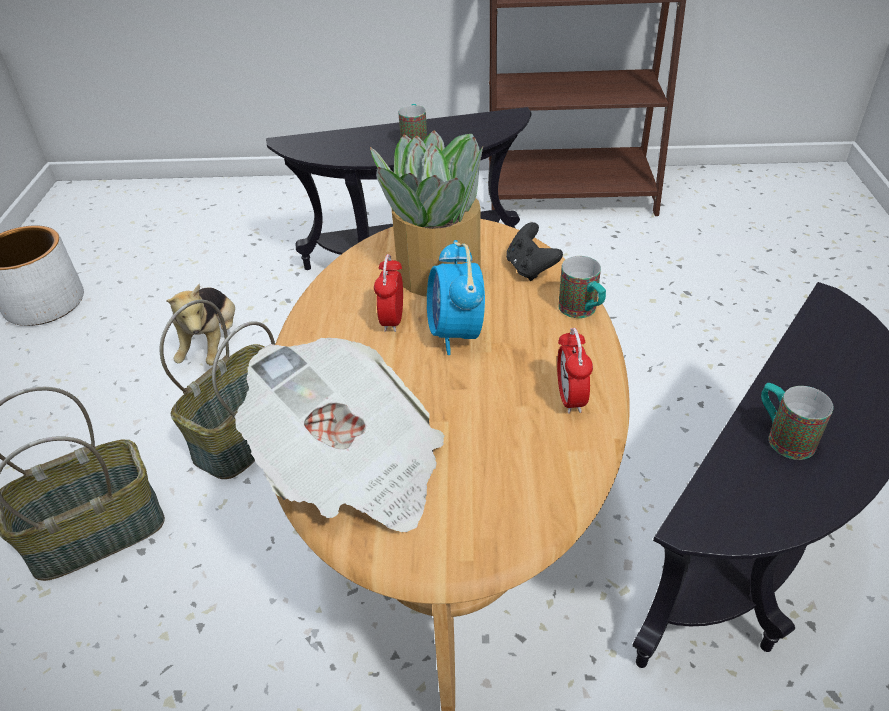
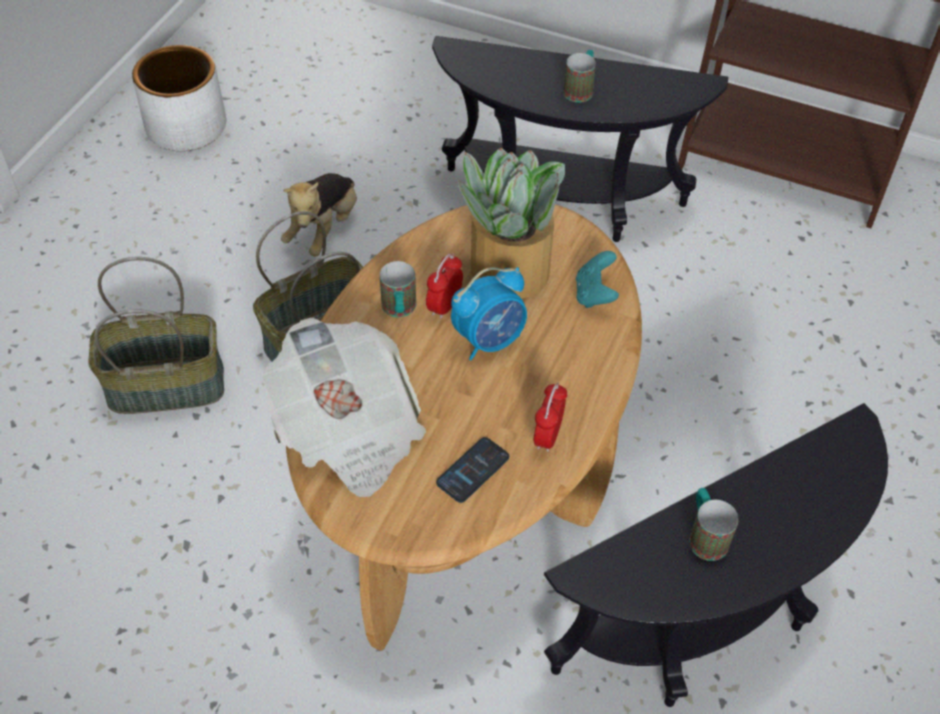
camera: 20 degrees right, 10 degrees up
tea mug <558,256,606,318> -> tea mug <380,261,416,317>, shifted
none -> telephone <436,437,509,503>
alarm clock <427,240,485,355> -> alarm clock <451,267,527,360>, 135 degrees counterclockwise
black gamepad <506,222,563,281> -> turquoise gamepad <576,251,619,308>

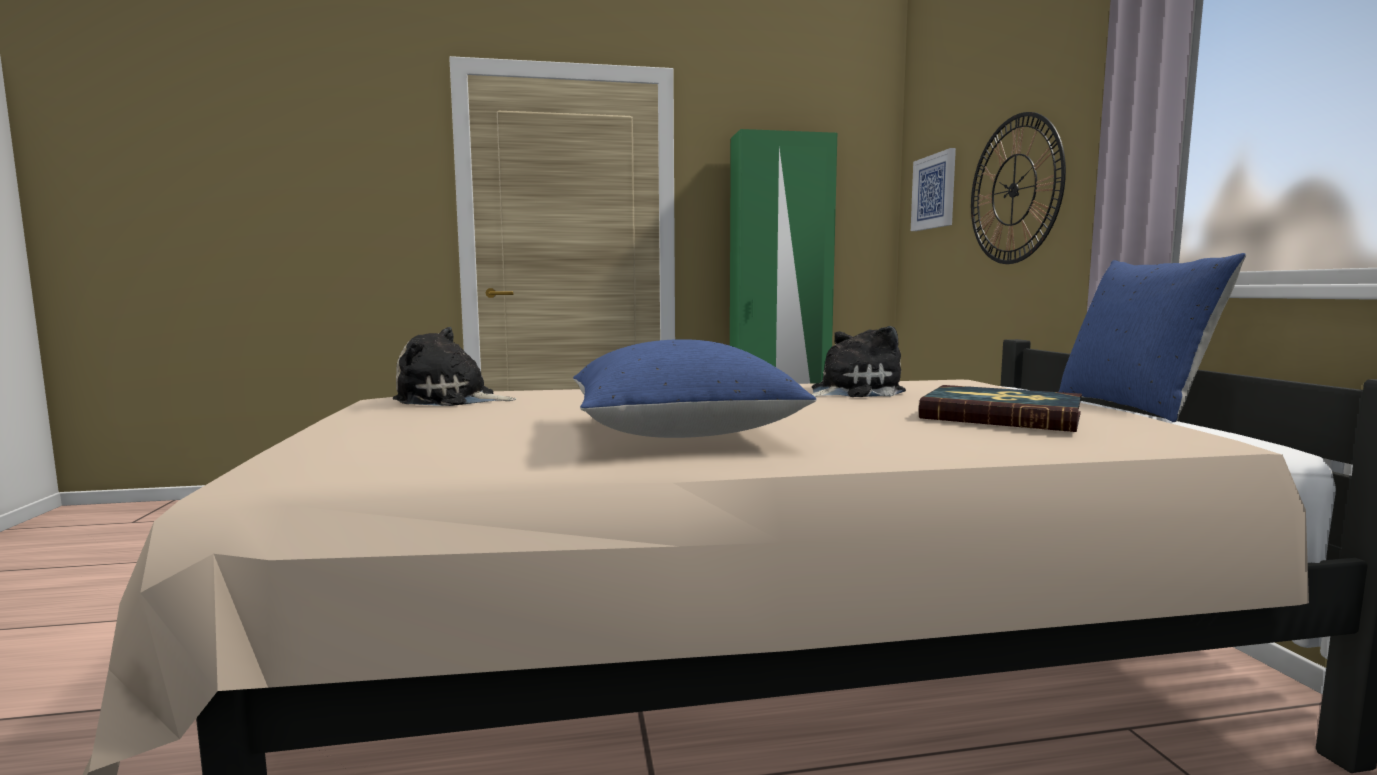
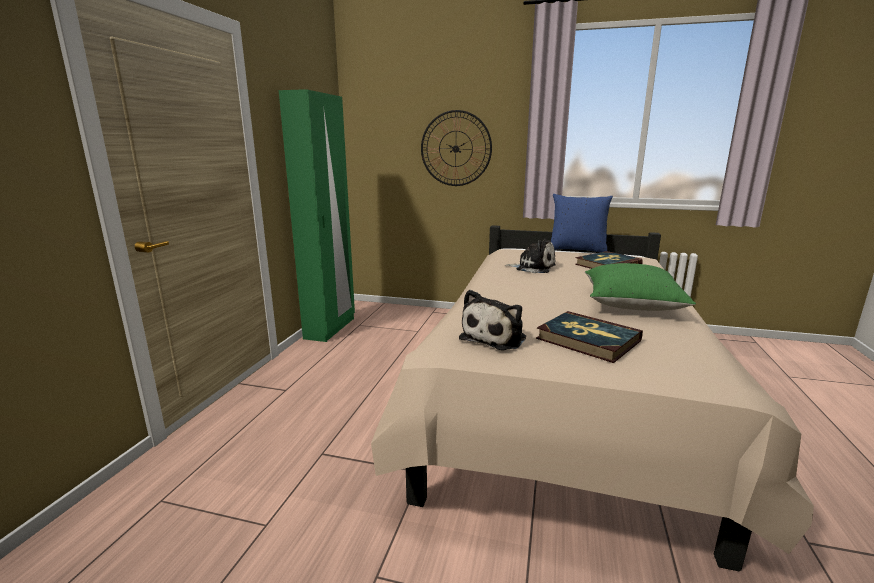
camera: 65 degrees left, 10 degrees up
cuddly toy <811,326,906,397> -> cuddly toy <504,238,556,273>, 120 degrees clockwise
none -> book <536,311,643,363>
bluish cushion <573,339,816,438> -> green-coloured cushion <585,263,696,311>
picture <911,148,956,231> -> none

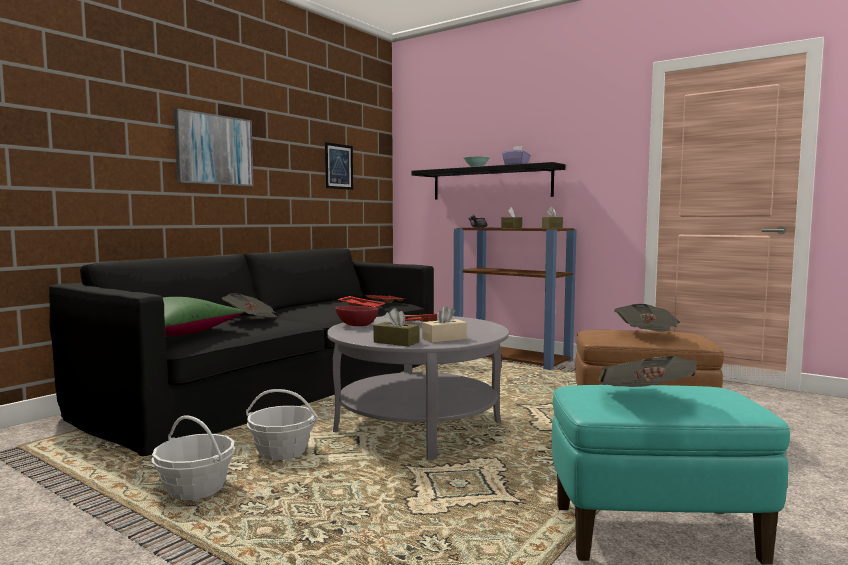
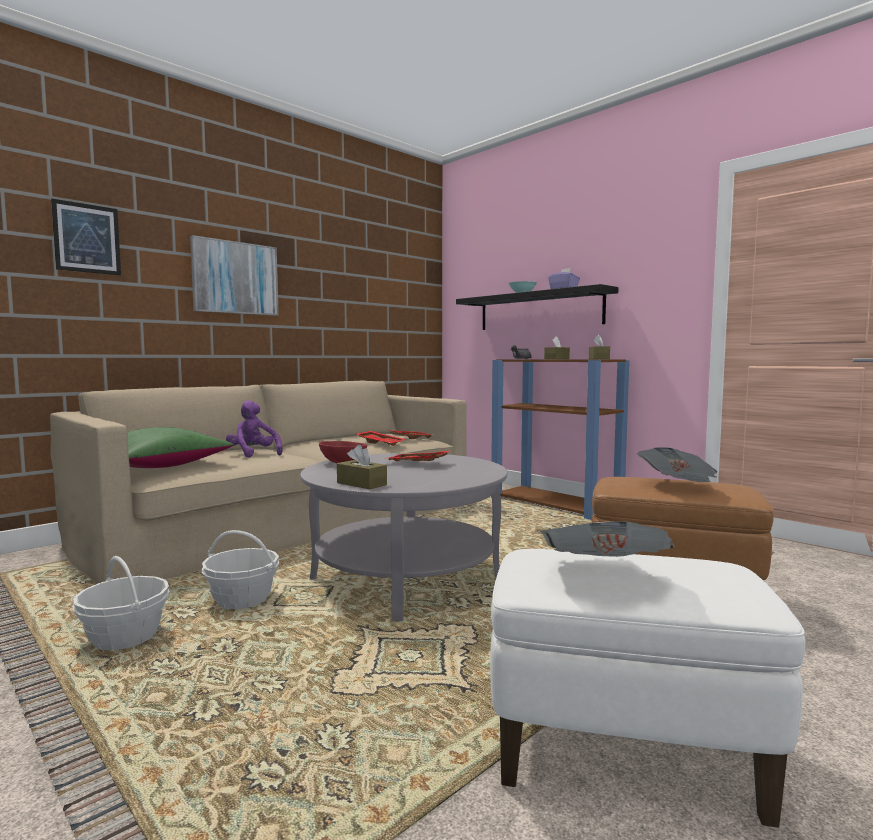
camera: 10 degrees right, 0 degrees up
black sofa <49,248,434,456> -> sand-coloured sofa <50,381,467,584>
picture <325,142,353,190> -> picture <51,199,121,275>, shifted
printed paper <222,293,277,317> -> purple cuddly toy <226,400,283,458>
turquoise pouffe <552,385,790,565> -> white pouffe <490,549,806,828>
sand-coloured box of tissues <422,306,467,343> -> none

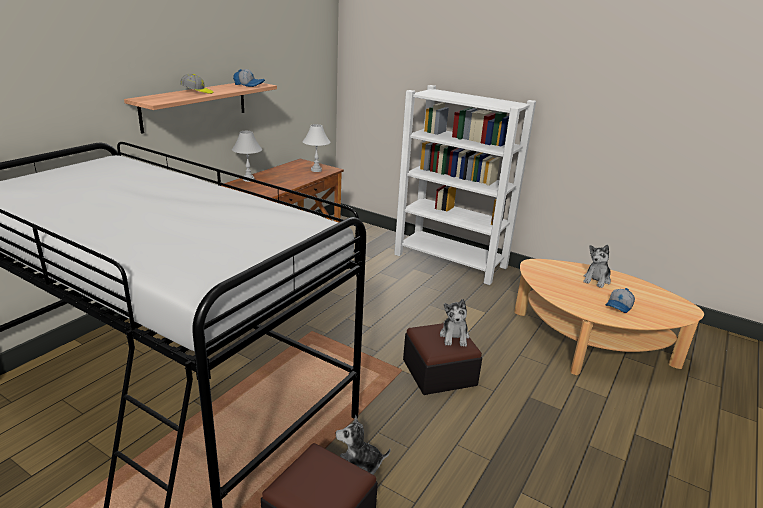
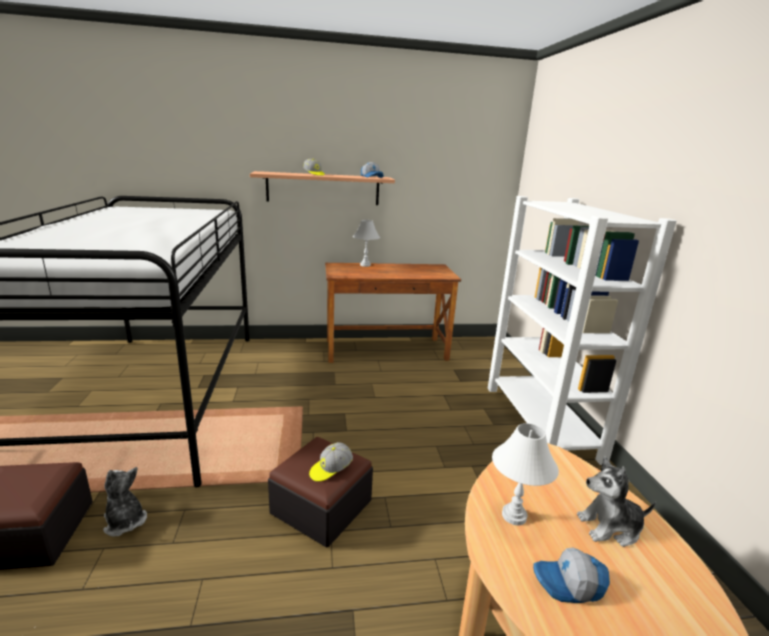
camera: 50 degrees right, 5 degrees down
cuddly toy <440,299,469,347> -> cap <309,442,353,482>
white tabletop lamp <303,124,330,172> -> white tabletop lamp <492,423,559,526>, shifted

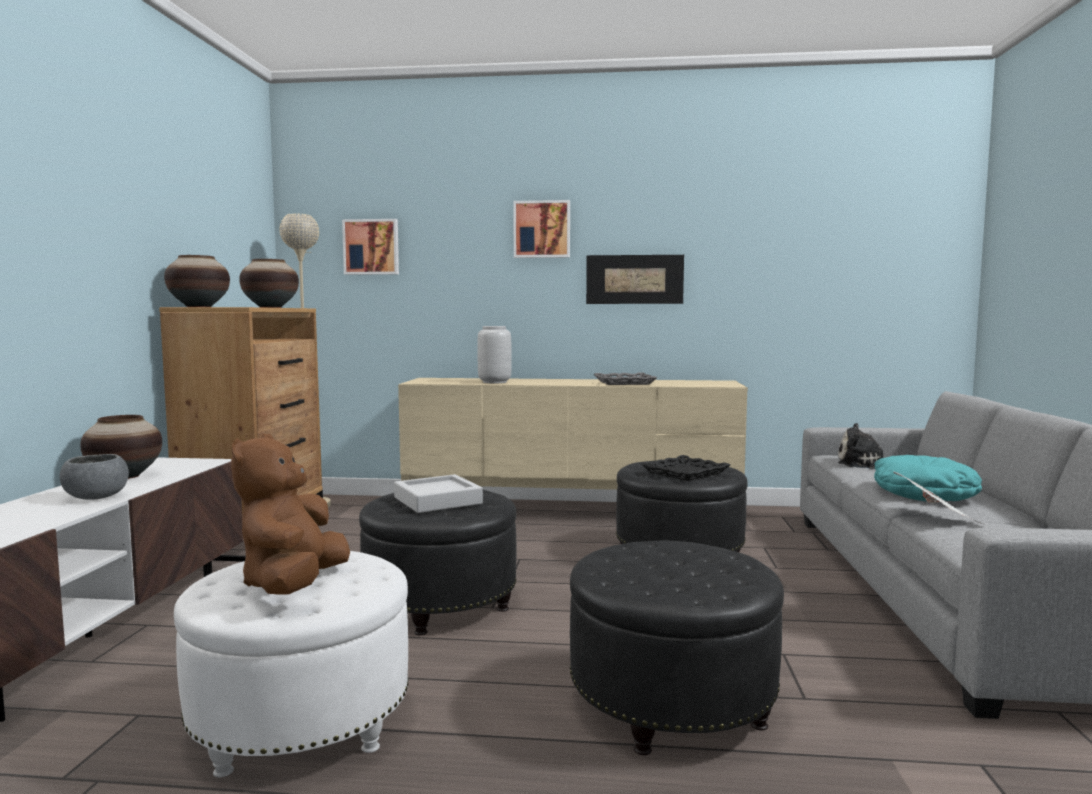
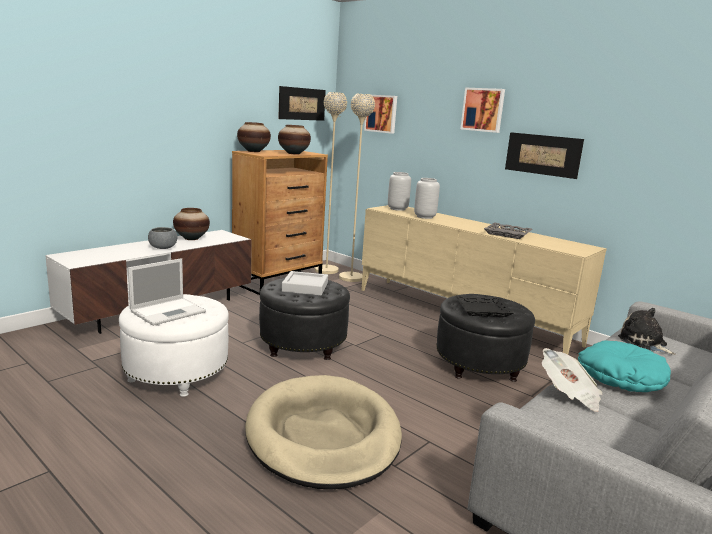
camera: 35 degrees right, 10 degrees up
brown cuddly toy <231,434,350,595> -> portable computer <128,258,206,326>
black pouffe <570,541,784,755> -> sand-coloured dog cushion <245,375,402,489>
none -> picture <278,86,326,121>
none -> sand-coloured standard lamp <339,94,375,282>
none -> grey vase <388,172,411,211>

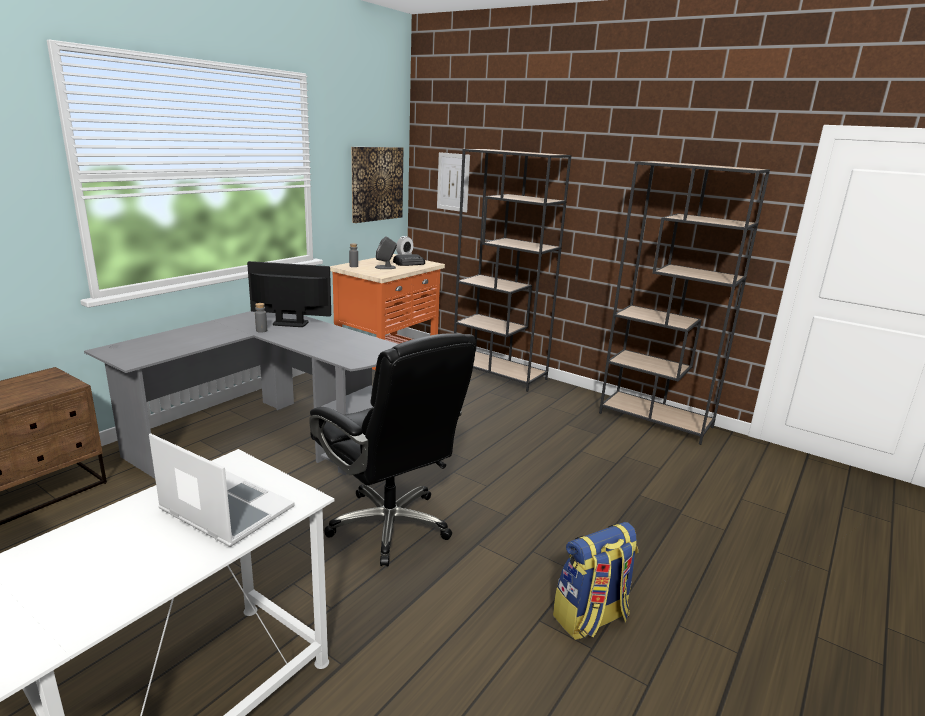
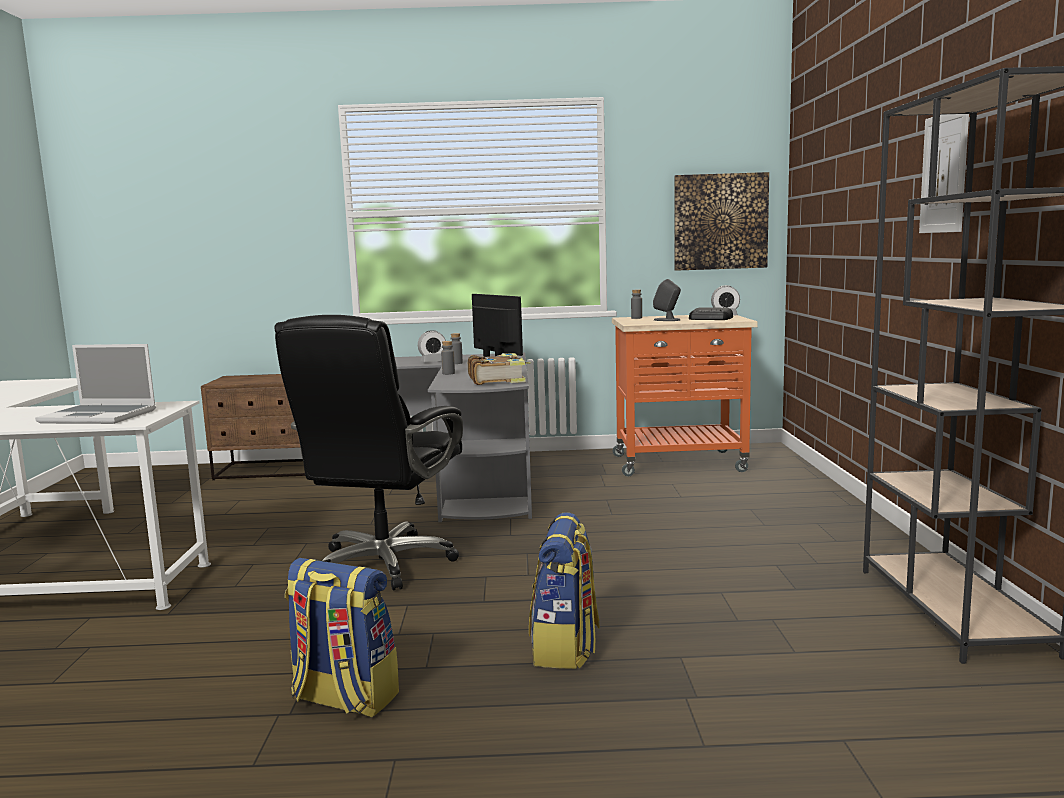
camera: 55 degrees right, 10 degrees down
portable computer <149,433,295,547> -> portable computer <35,344,156,424>, 105 degrees clockwise
none -> alarm clock <418,330,446,362>
none -> grey drink bottle <441,341,455,375>
none -> book <468,353,531,385>
none -> rucksack <529,512,600,669>
picture <437,152,470,213> -> picture <919,114,969,233>, shifted
shelving unit <454,149,571,392> -> none

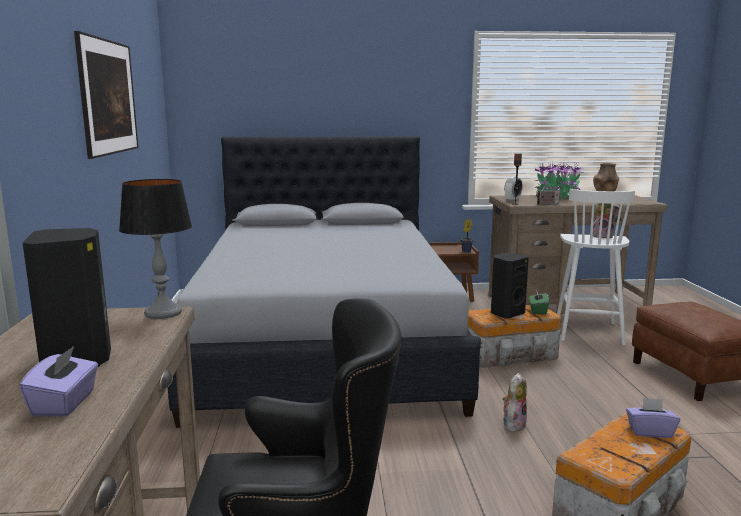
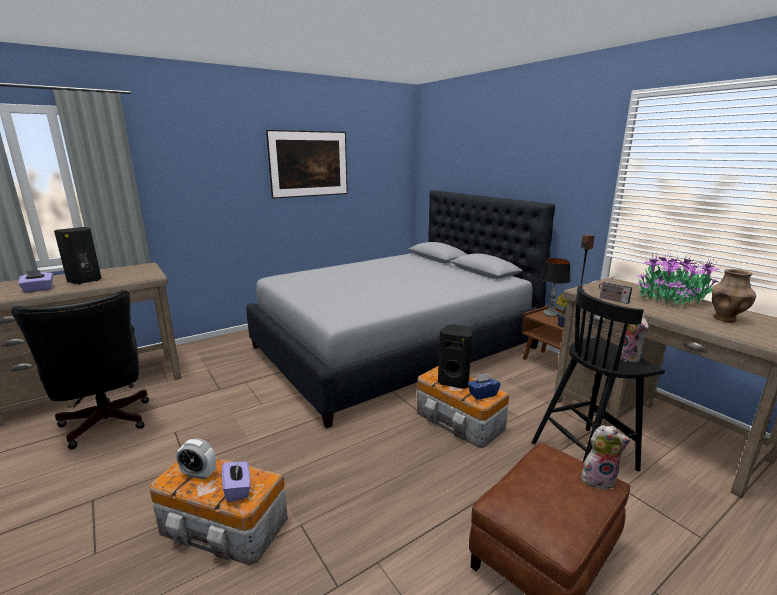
camera: 60 degrees right, 5 degrees up
alarm clock <504,176,523,202> -> alarm clock <176,438,216,479>, shifted
green-coloured box of tissues <529,288,549,315> -> bluish box of tissues <467,373,501,399>
white stool <557,189,635,345> -> black stool <531,286,665,471>
tabletop lamp <119,179,192,319> -> tabletop lamp <540,258,571,317>, shifted
cuddly toy <503,373,527,432> -> cuddly toy <581,425,630,490>, shifted

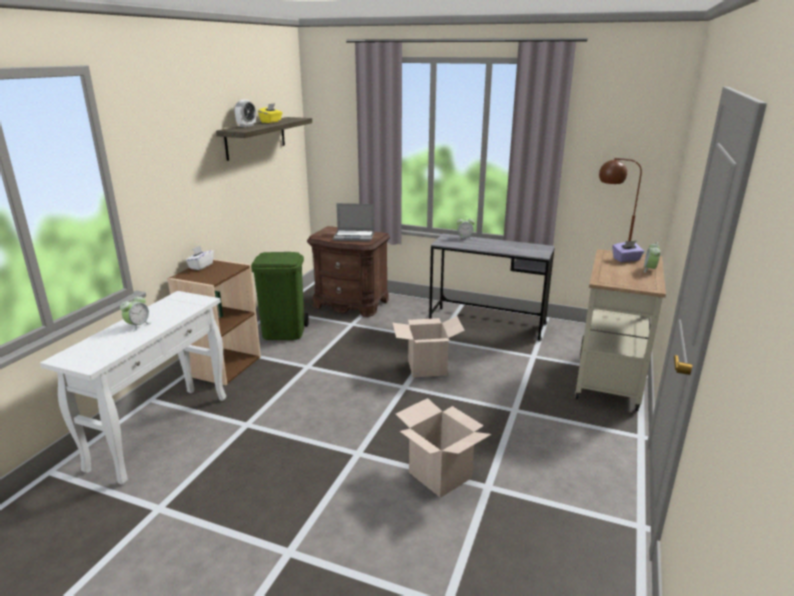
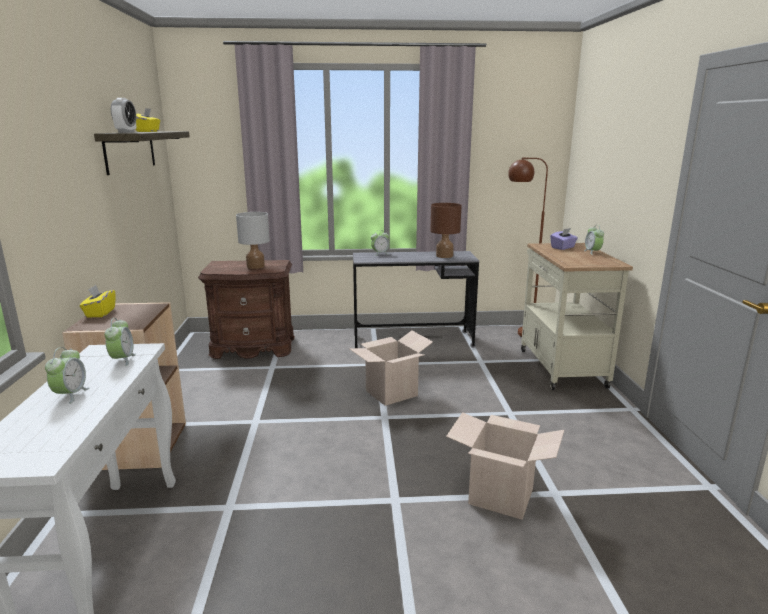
camera: 25 degrees left, 5 degrees down
white box of tissues <185,246,214,270> -> yellow box of tissues <80,285,115,318>
none -> alarm clock <104,318,136,366>
portable computer <333,203,374,242> -> grey tabletop lamp <236,212,270,269>
none -> brown tabletop lamp <430,203,461,258>
green-coloured trash can <251,252,309,340> -> none

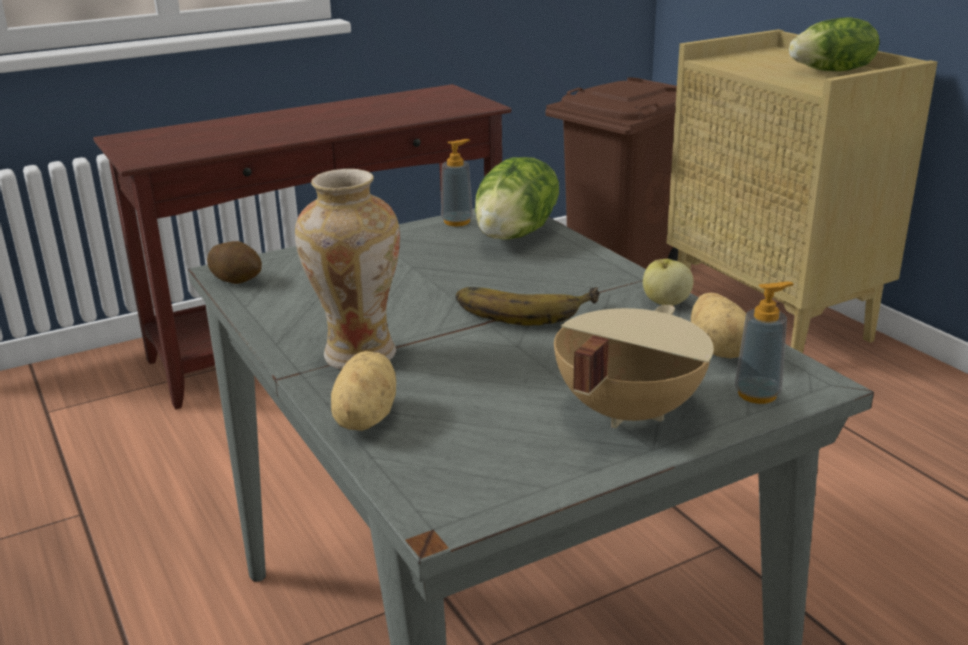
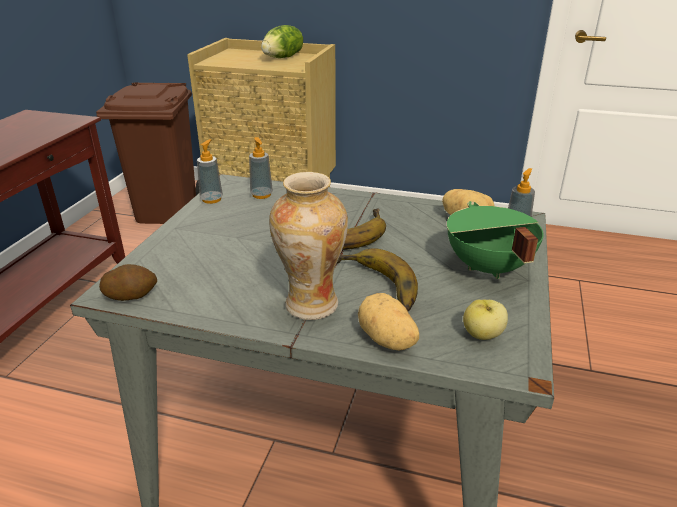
camera: 45 degrees left, 5 degrees up
lettuce head <475,157,559,240> -> liquid soap bottle <249,137,273,199>
none -> banana fruit <337,248,418,311>
sand-coloured cooking pot <554,305,714,428> -> green-coloured cooking pot <447,201,544,279>
whole apple <643,259,694,306> -> whole apple <463,300,508,340>, shifted

